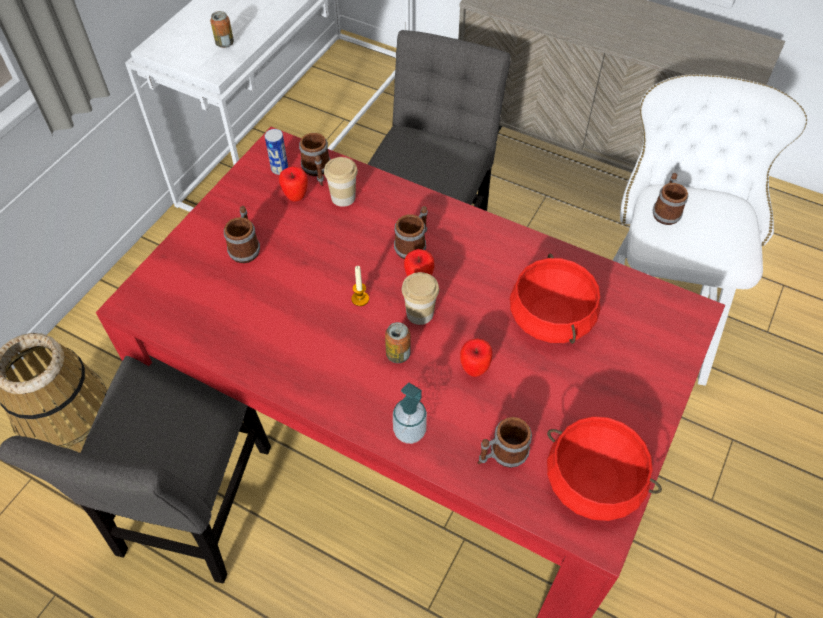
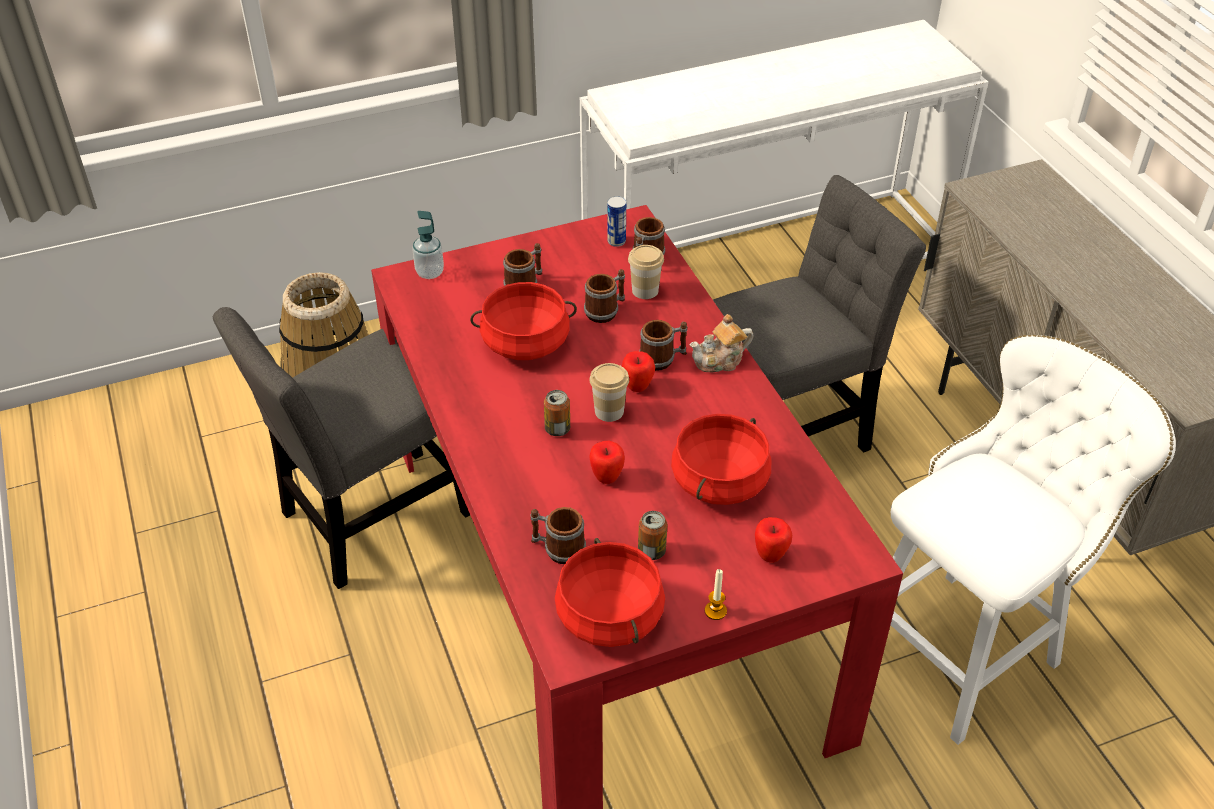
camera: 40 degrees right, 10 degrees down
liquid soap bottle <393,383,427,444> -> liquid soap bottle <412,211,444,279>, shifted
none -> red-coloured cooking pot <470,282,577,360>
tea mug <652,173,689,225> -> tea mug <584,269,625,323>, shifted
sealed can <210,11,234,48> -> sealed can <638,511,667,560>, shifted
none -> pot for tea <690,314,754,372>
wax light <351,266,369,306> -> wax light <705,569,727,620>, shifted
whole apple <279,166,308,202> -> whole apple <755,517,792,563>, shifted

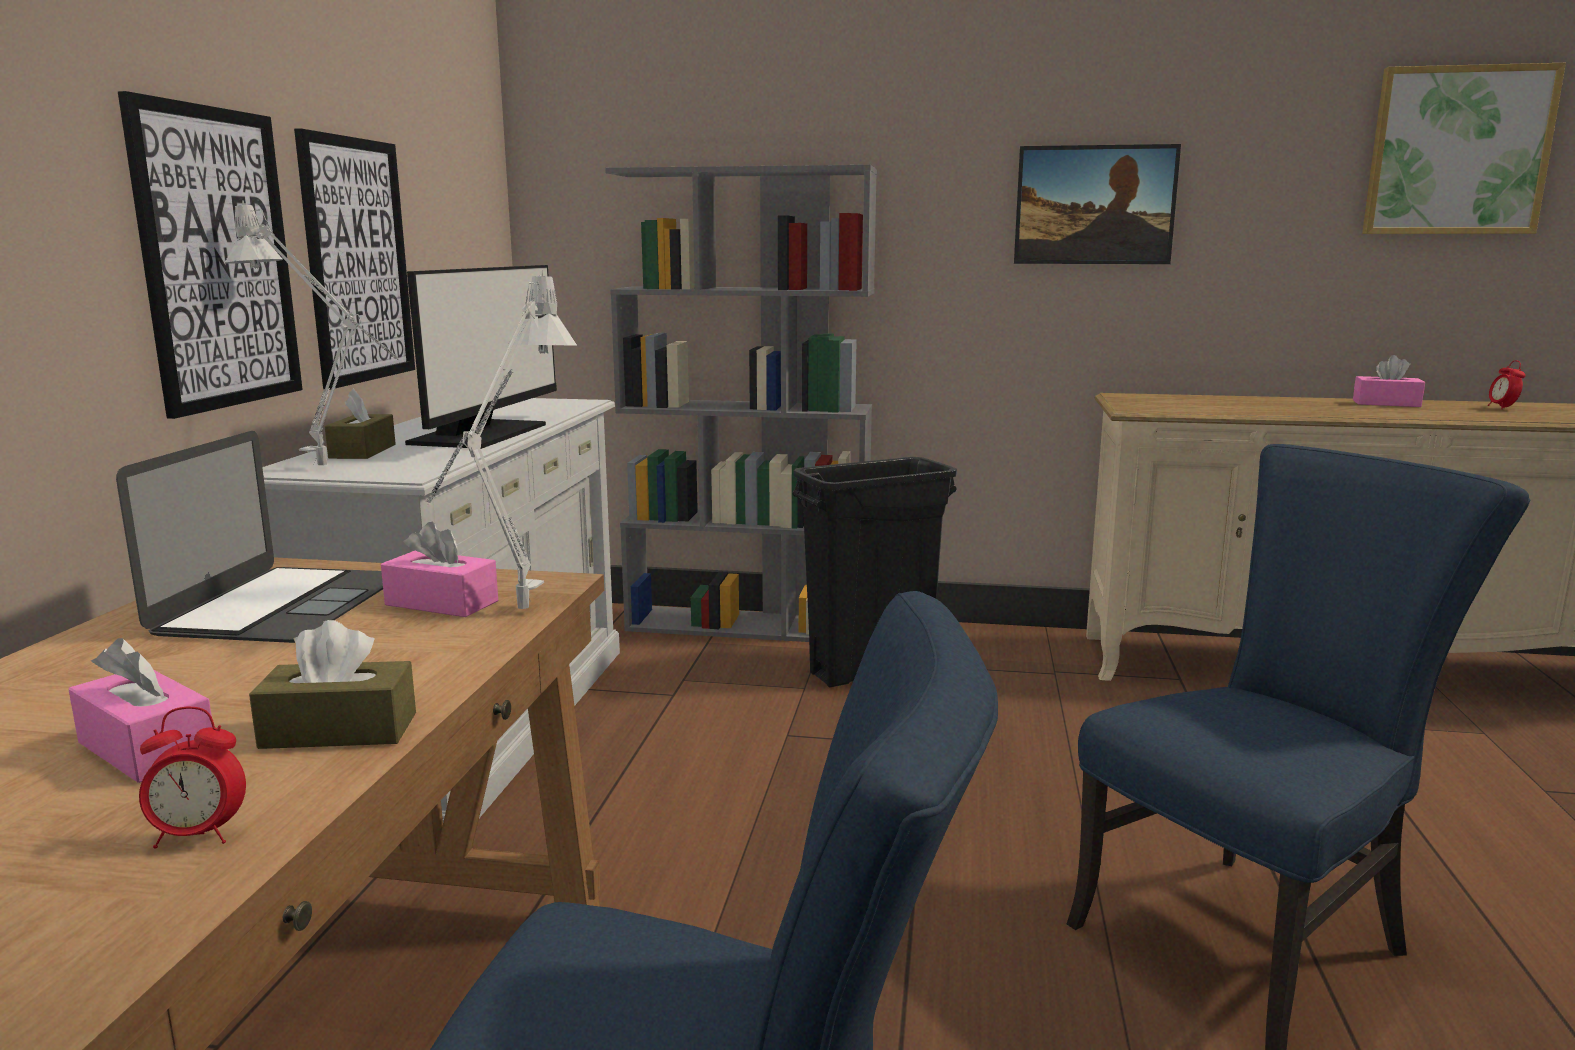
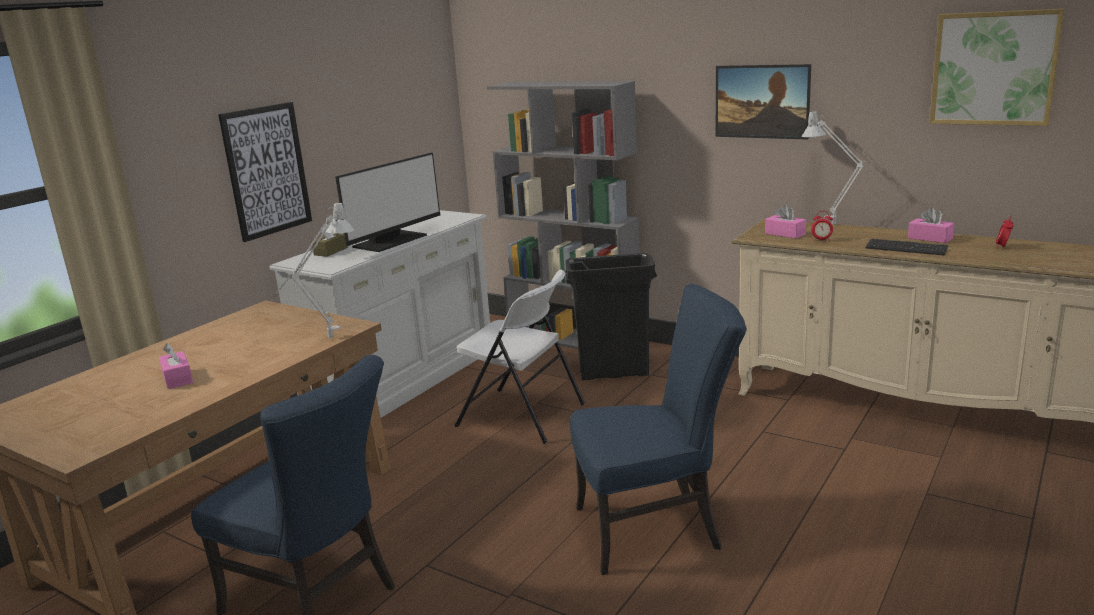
camera: 25 degrees right, 5 degrees up
none -> white upright chair <455,270,585,444>
pink box of tissues <381,522,498,617> -> pink box of tissues <765,205,806,239>, shifted
grey tabletop lamp <225,200,399,465> -> grey tabletop lamp <801,112,882,224>, shifted
alarm clock <139,707,246,849> -> alarm clock <811,211,833,242>, shifted
none -> keyboard <866,239,948,255>
portable computer <116,431,383,643> -> none
brown box of tissues <249,620,416,749> -> none
picture <294,128,415,390> -> none

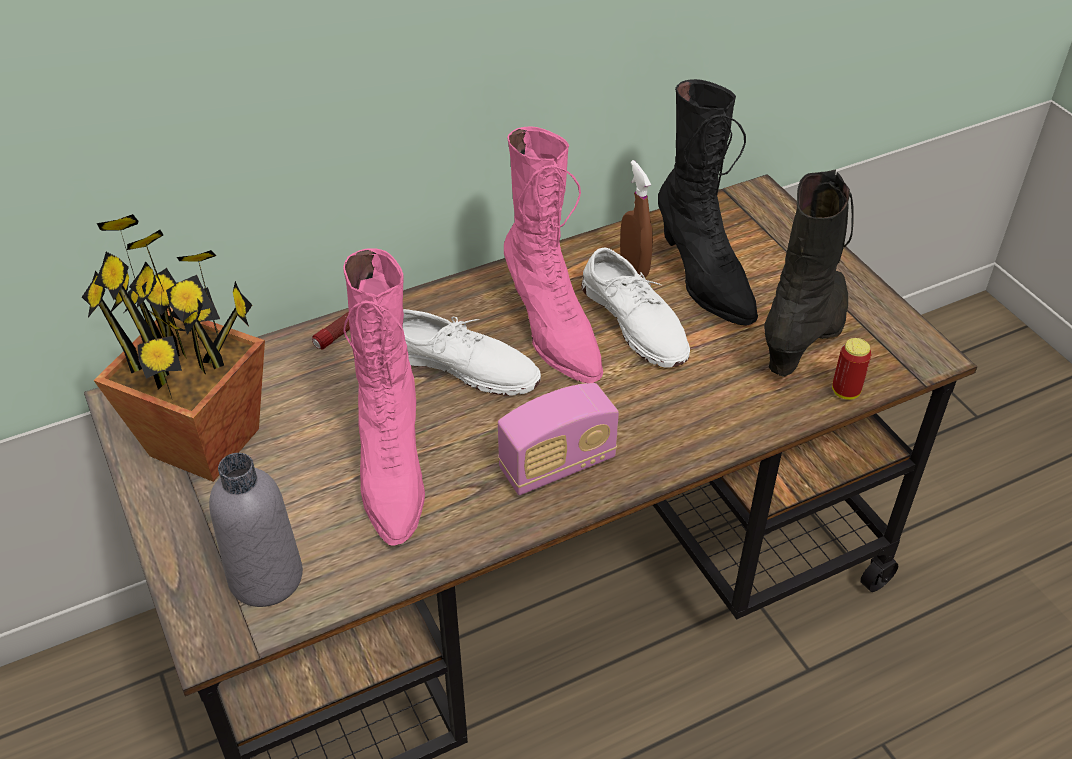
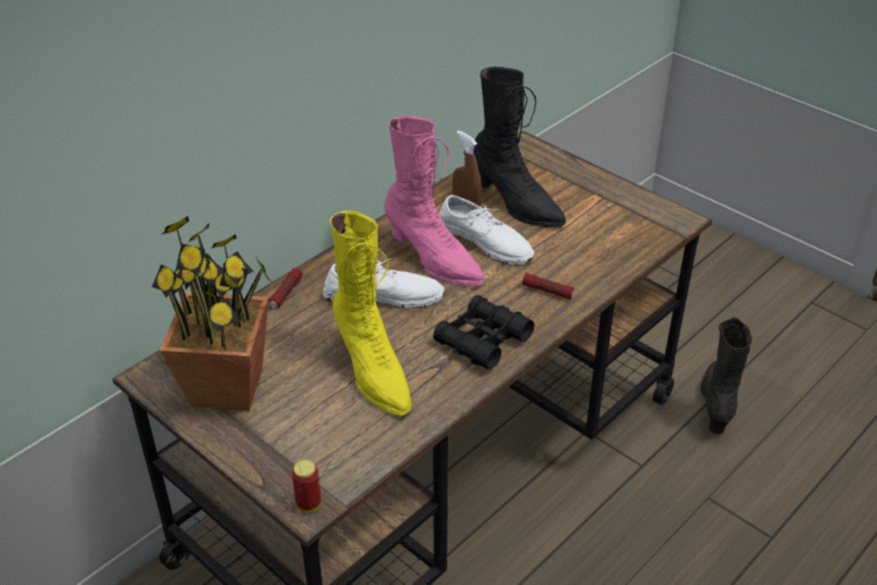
camera: 20 degrees left, 5 degrees down
sealed can <832,338,871,400> -> sealed can <292,460,321,512>, shifted
pink high-top boot <343,248,425,546> -> yellow high-top boot <330,211,411,416>
radio set <498,383,619,495> -> black binoculars <433,295,534,369>
none -> flashlight <522,273,575,299>
black high-top boot <764,170,854,377> -> black high-top boot <700,316,752,435>, shifted
grey drink bottle <209,453,303,607> -> none

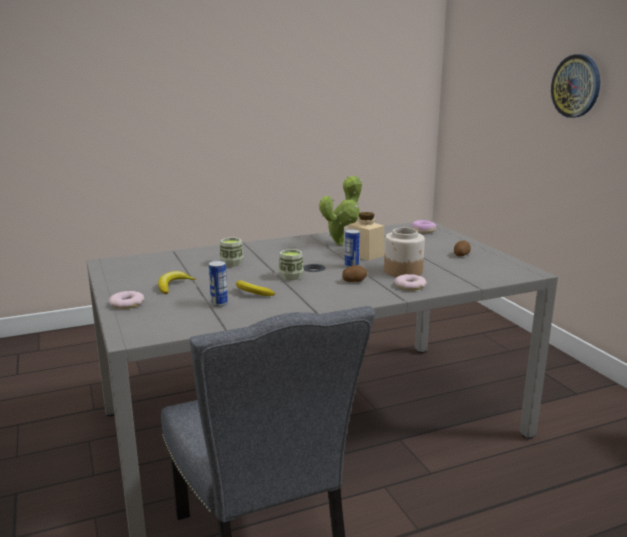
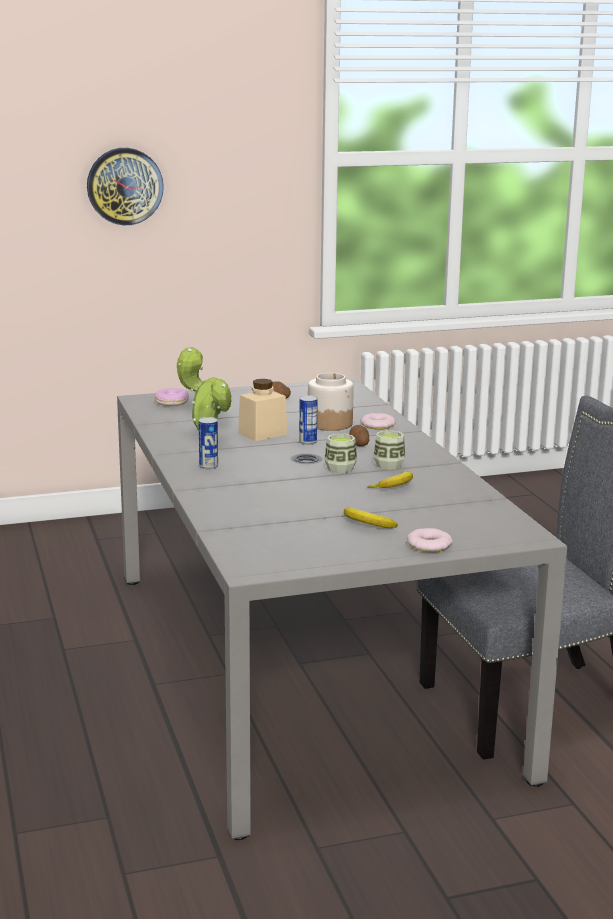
camera: 85 degrees left, 0 degrees up
sealed can <209,261,228,307> -> sealed can <199,417,218,469>, shifted
cup <219,238,244,267> -> cup <373,430,405,470>, shifted

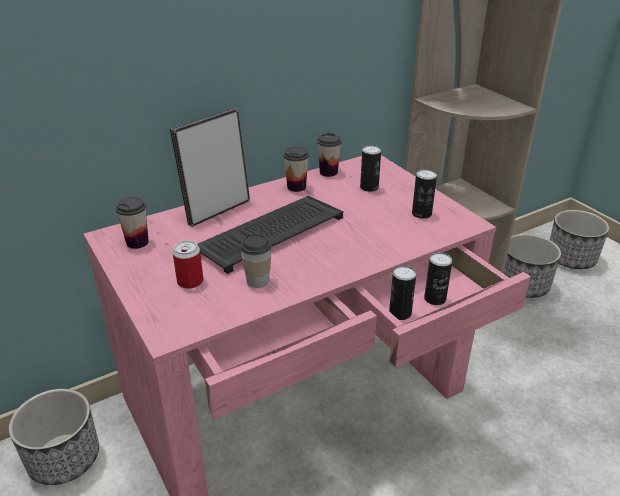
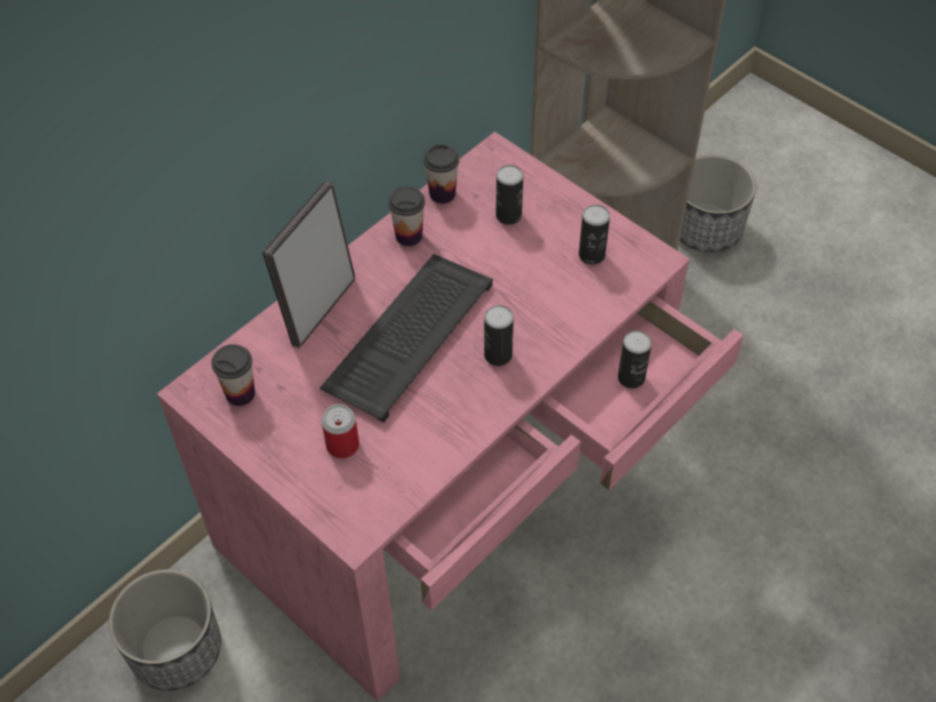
camera: 15 degrees left, 20 degrees up
sealed can <389,266,416,320> -> sealed can <484,305,514,366>, shifted
cup <240,234,272,288> -> none
planter <550,210,609,269> -> none

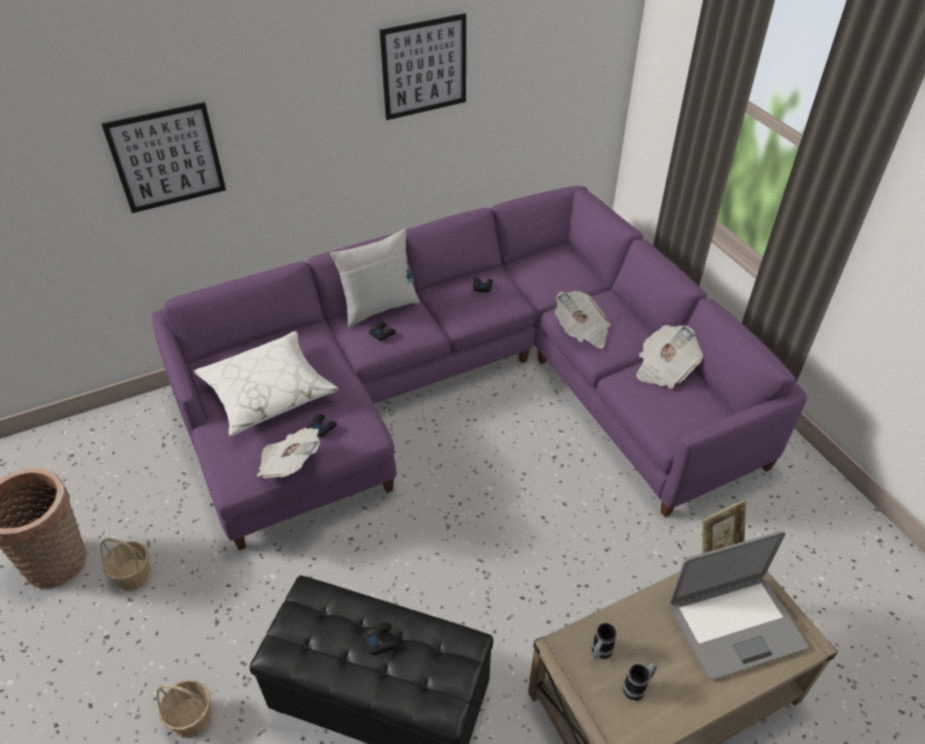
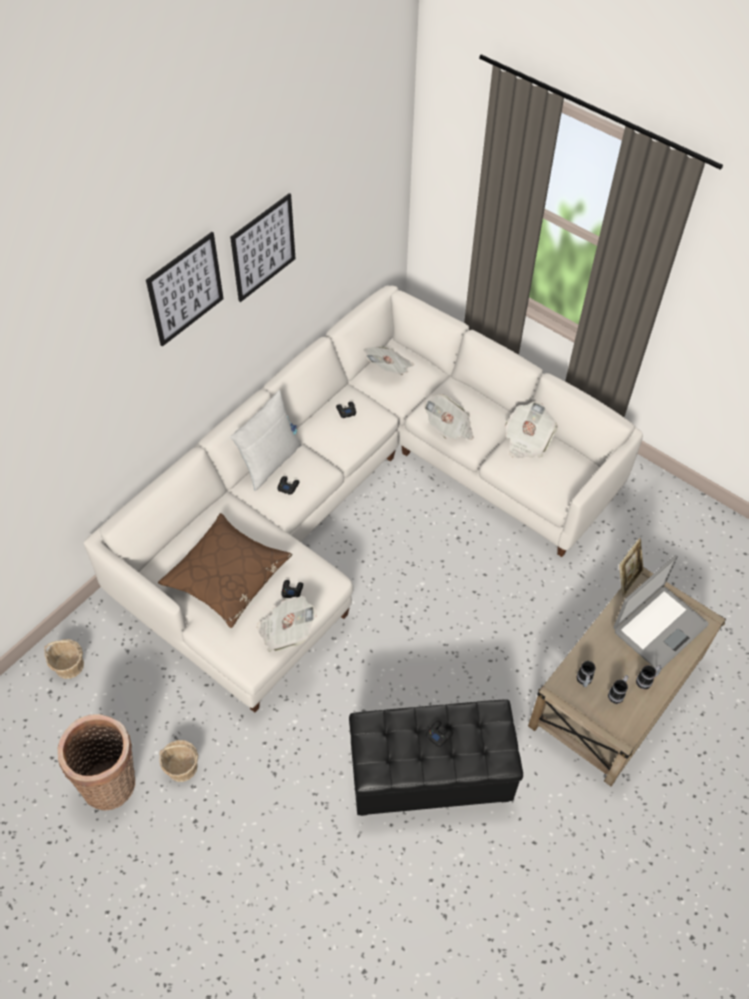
camera: 25 degrees left, 10 degrees up
household basket <156,680,213,738> -> household basket <44,639,84,679>, shifted
purple sofa <152,186,807,550> -> white sofa <84,286,643,713>
picture <101,102,226,213> -> picture <146,232,224,347>, shifted
white cushion <194,331,339,436> -> brown cushion <158,513,293,628>
none -> printed paper <364,346,414,375>
none -> tea mug <636,665,662,689>

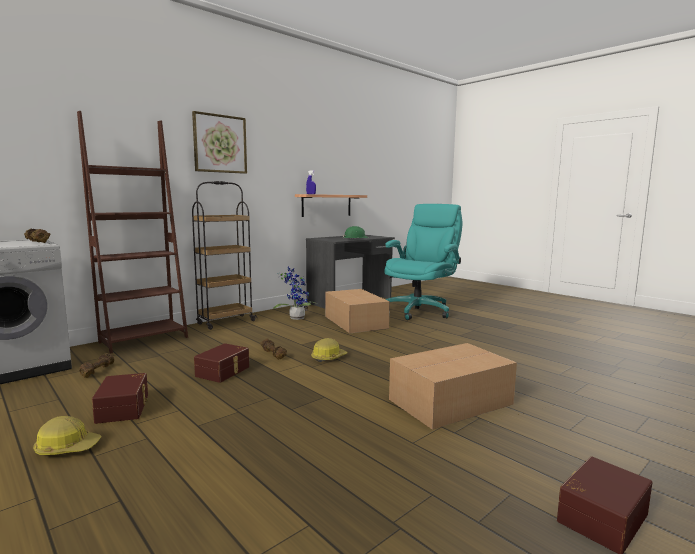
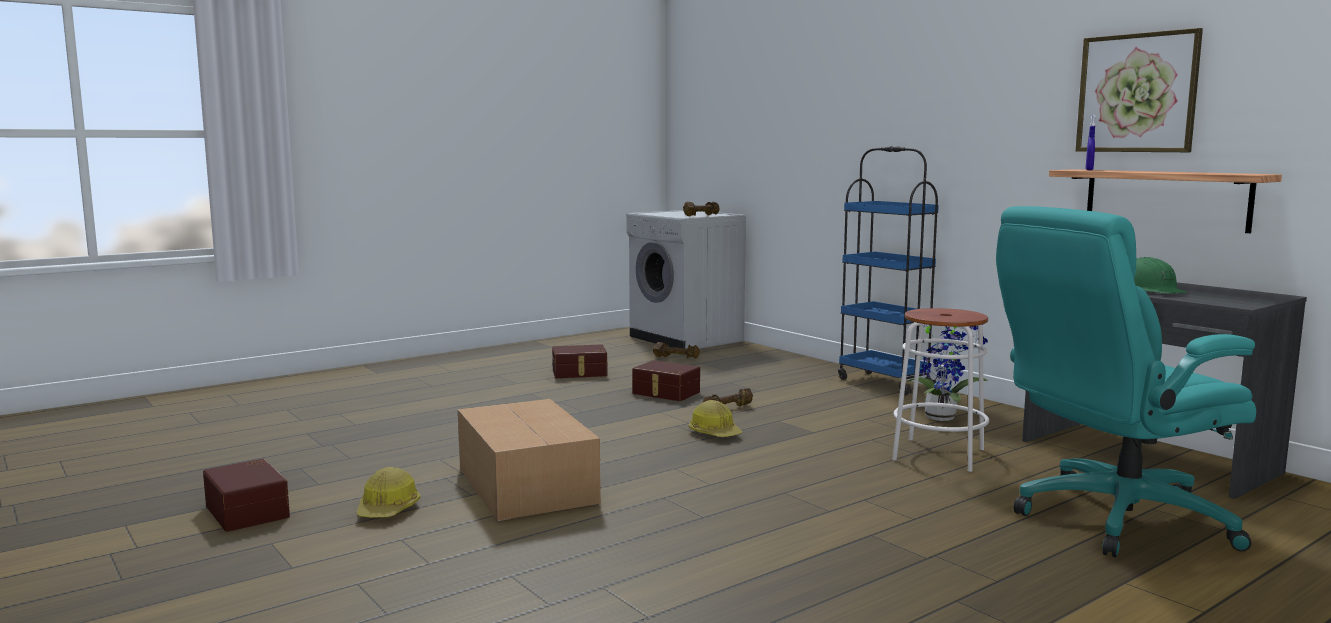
camera: 95 degrees right, 0 degrees up
hard hat <33,416,101,455> -> hard hat <357,467,420,518>, shifted
brown cart <192,181,257,330> -> bluish cart <838,146,939,396>
cardboard box <325,289,390,334> -> white stool <892,308,989,472>
turquoise computer chair <384,204,462,320> -> turquoise computer chair <996,206,1256,557>, 120 degrees clockwise
picture <192,111,247,174> -> picture <1076,28,1203,152>, shifted
brown shelving unit <77,111,188,353> -> none

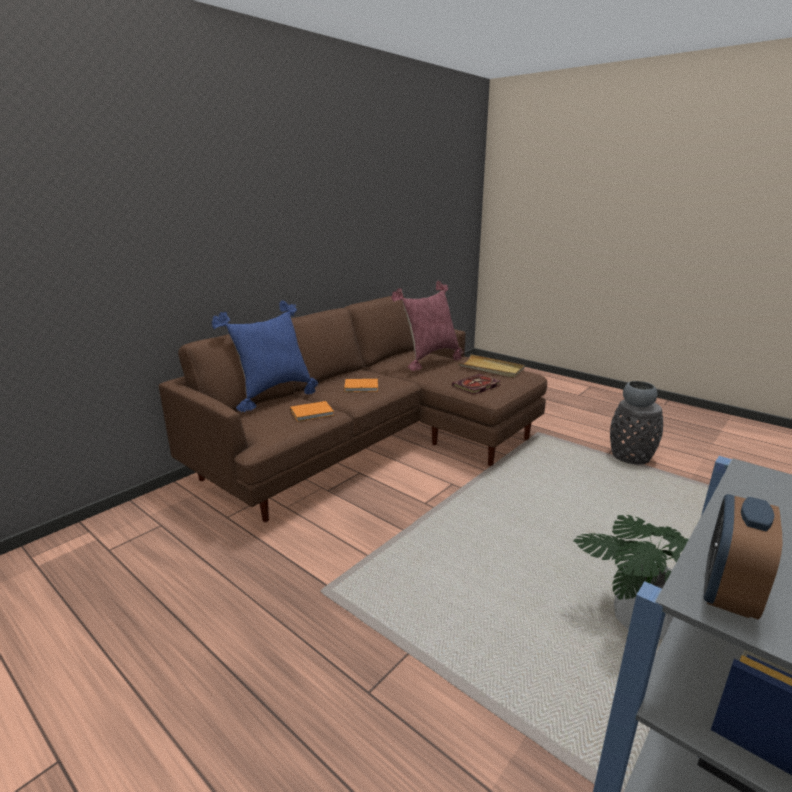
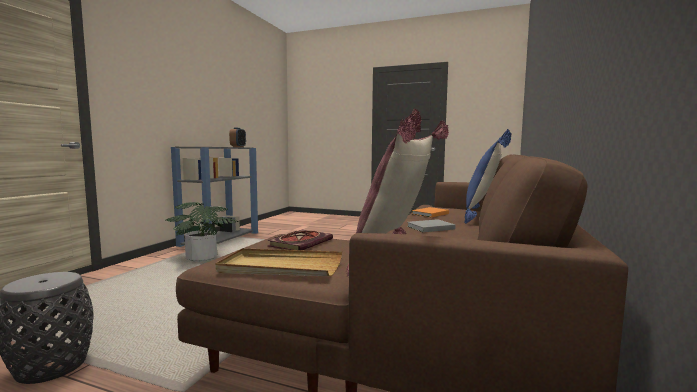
camera: 160 degrees right, 15 degrees down
orange book <344,379,378,392> -> grey book <407,219,456,232>
grey serving bowl <623,381,658,407> -> none

